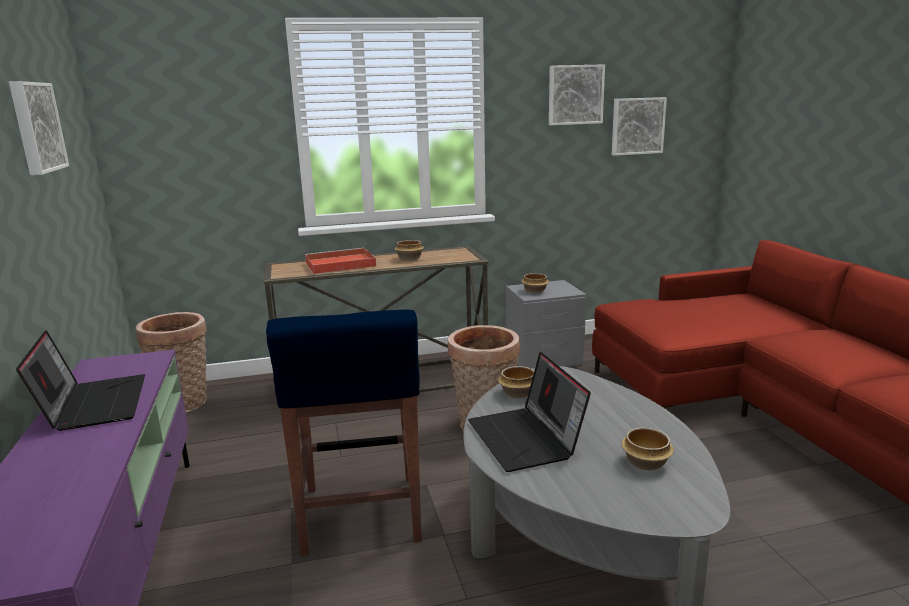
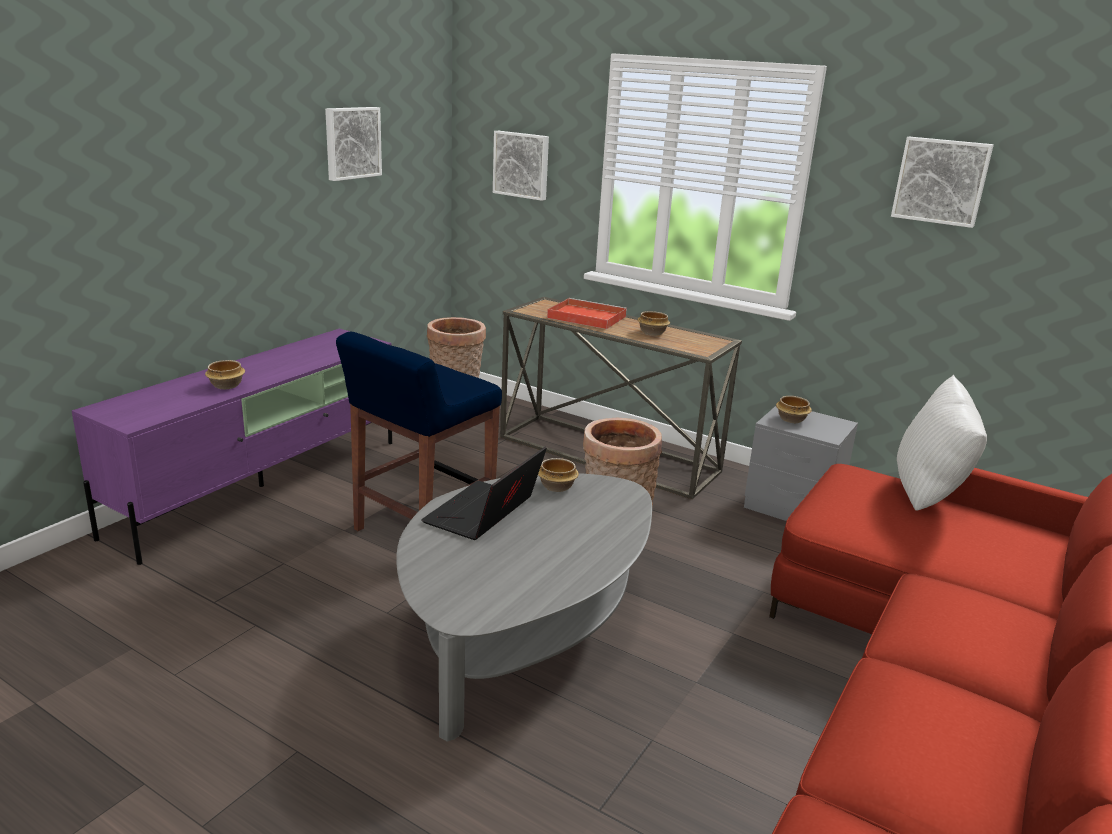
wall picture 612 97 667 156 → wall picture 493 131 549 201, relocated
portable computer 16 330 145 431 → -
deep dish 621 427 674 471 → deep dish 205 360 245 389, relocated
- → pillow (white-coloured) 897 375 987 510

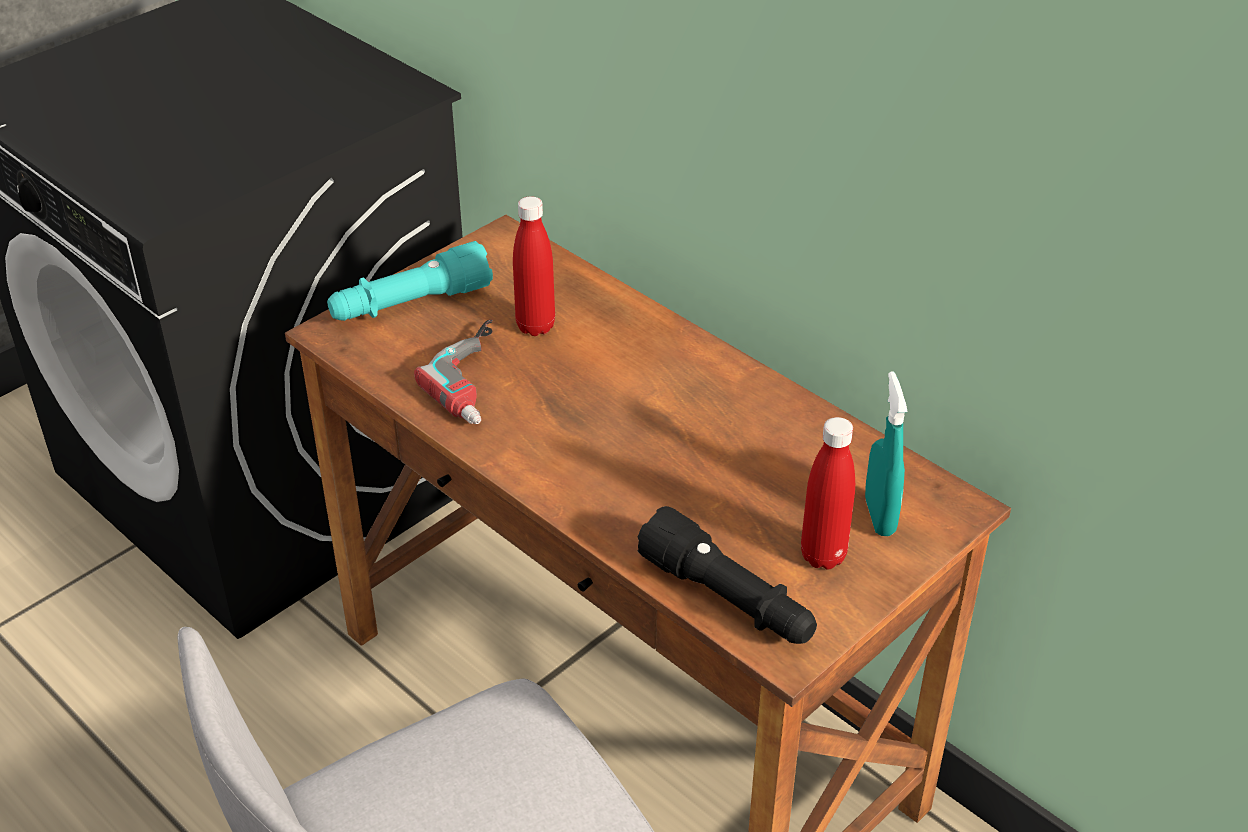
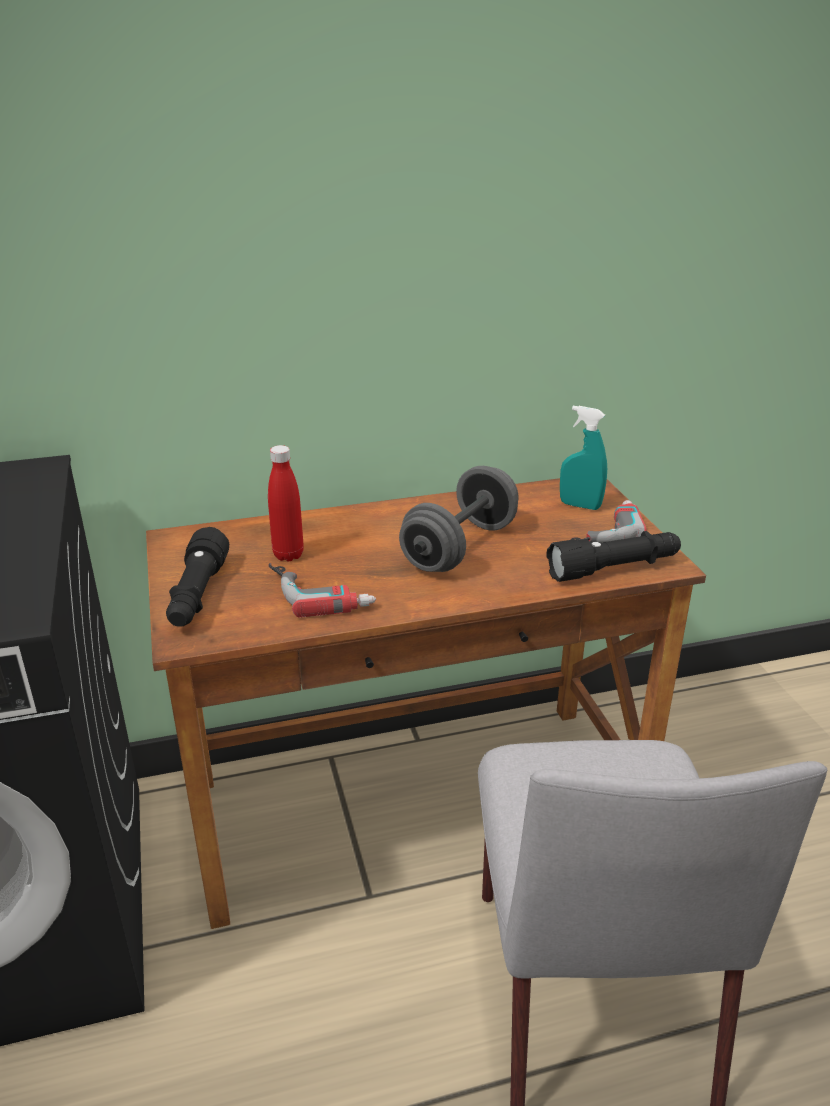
flashlight (turquoise) 327 241 493 321 → flashlight (black) 166 527 229 627
bottle (red-coloured) 801 417 855 570 → drill 571 500 647 543
- → free weight (grey) 399 466 518 572

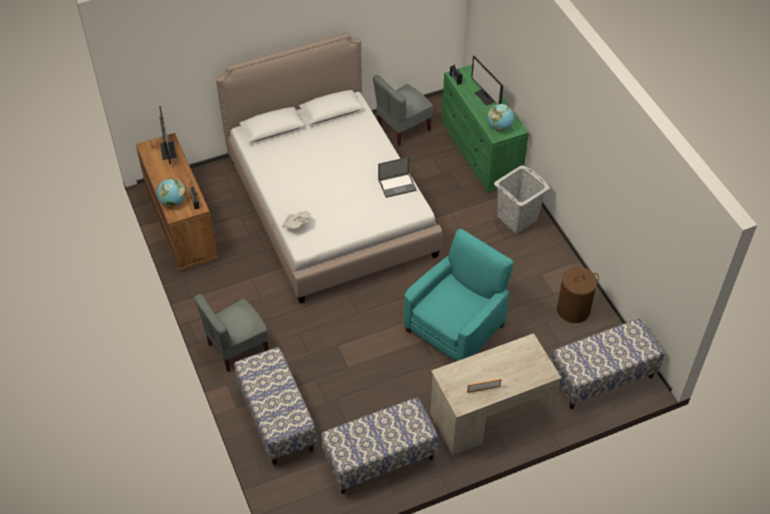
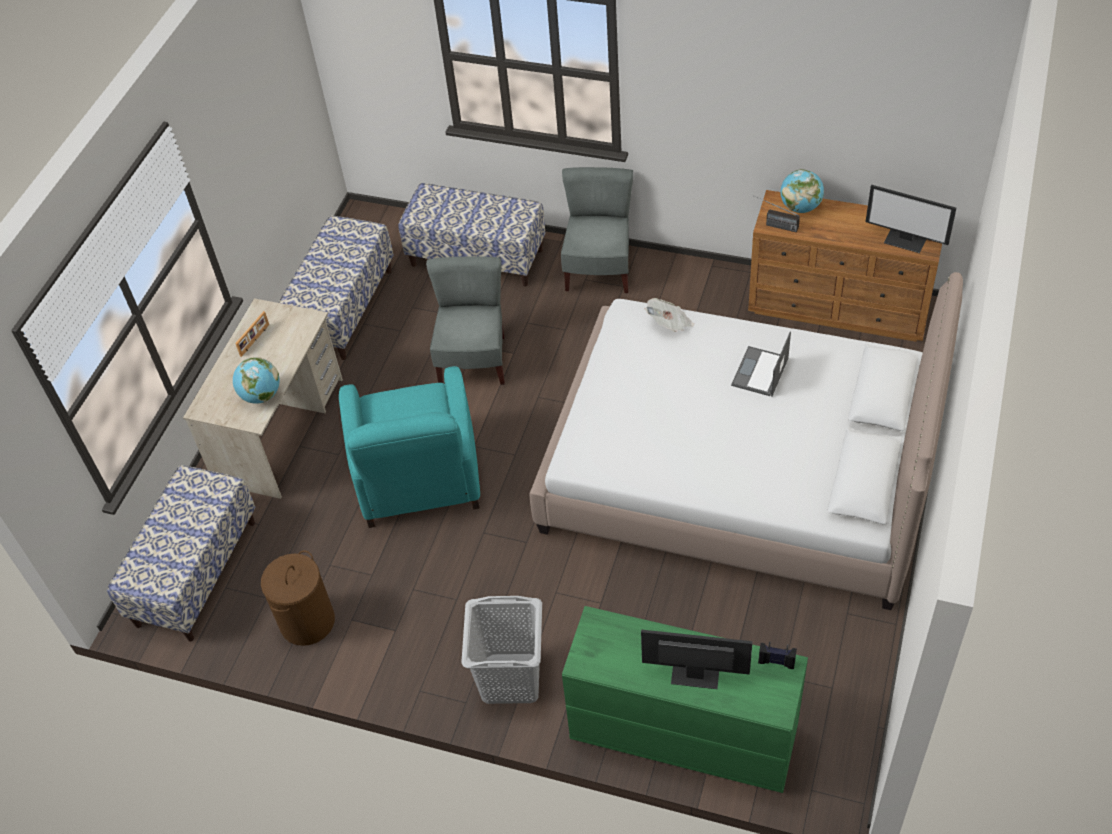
plain chair (grey) 373 75 433 146 → plain chair (grey) 426 256 505 385, relocated
world globe 487 104 514 131 → world globe 233 357 280 404, relocated
portable computer 378 157 417 198 → portable computer 731 331 791 397, relocated

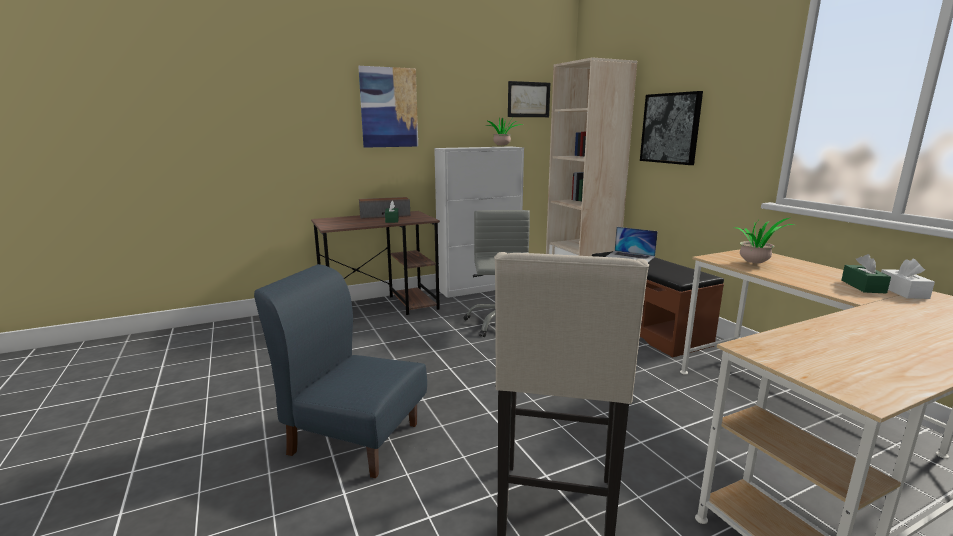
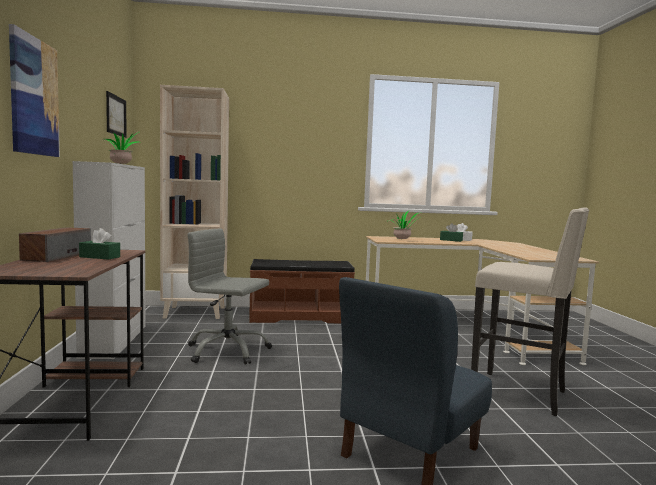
wall picture 640 91 703 165 → -
portable computer 606 227 658 262 → -

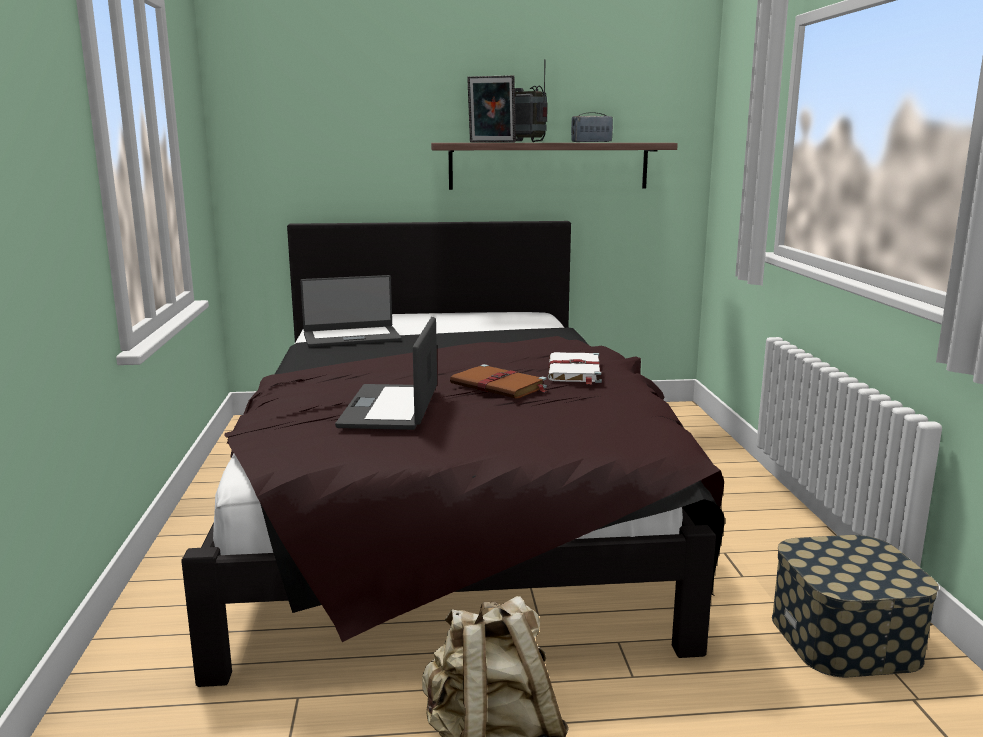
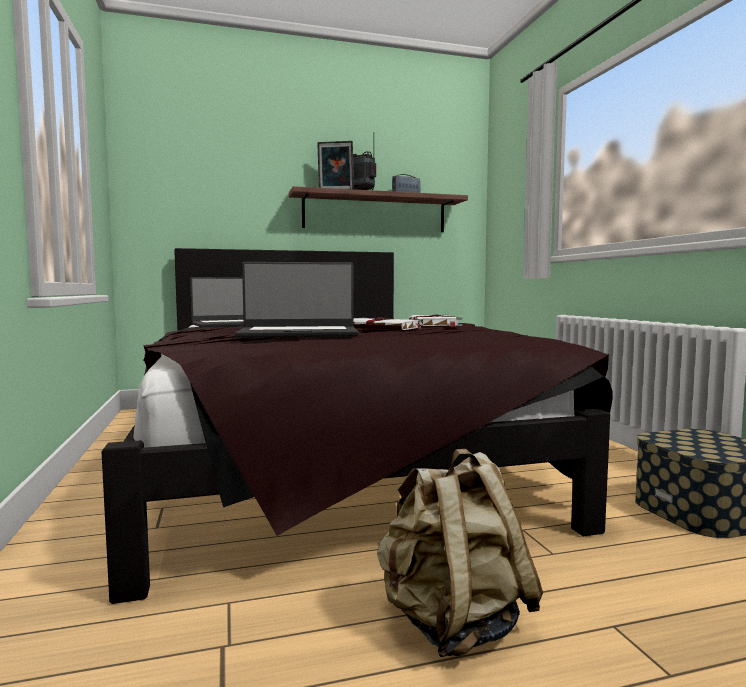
portable computer 335 317 437 430 → portable computer 235 262 359 338, 90 degrees counterclockwise
bound book (brownish) 450 364 547 399 → bound book (white-coloured) 352 318 423 330

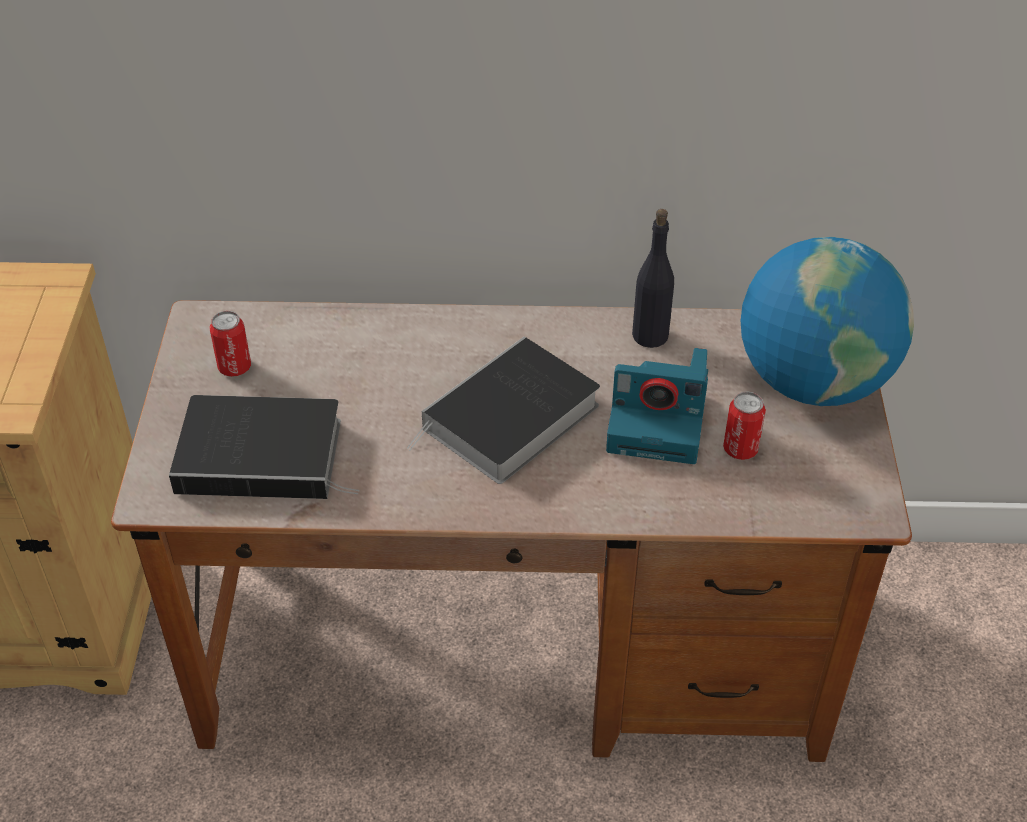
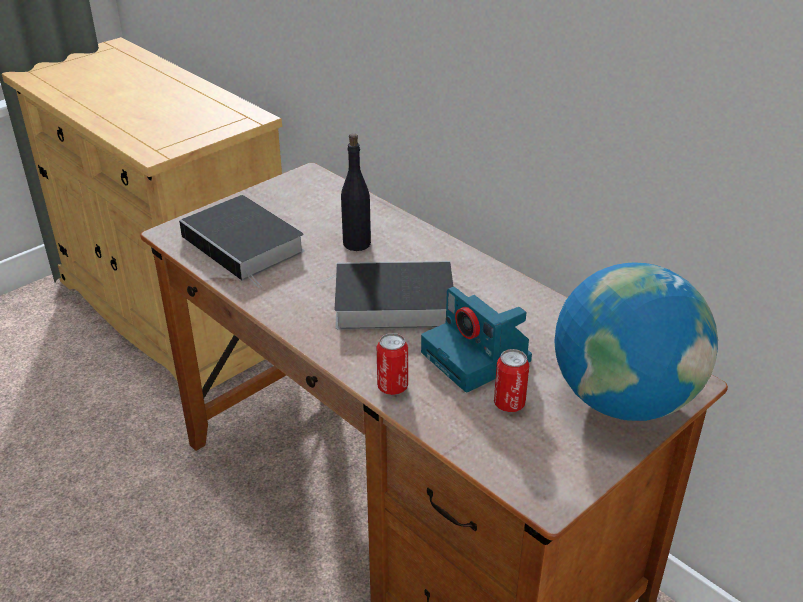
bottle (black) 632 209 674 348 → bottle (black) 341 133 371 251, relocated
sealed can 210 311 251 377 → sealed can 377 333 408 395, relocated

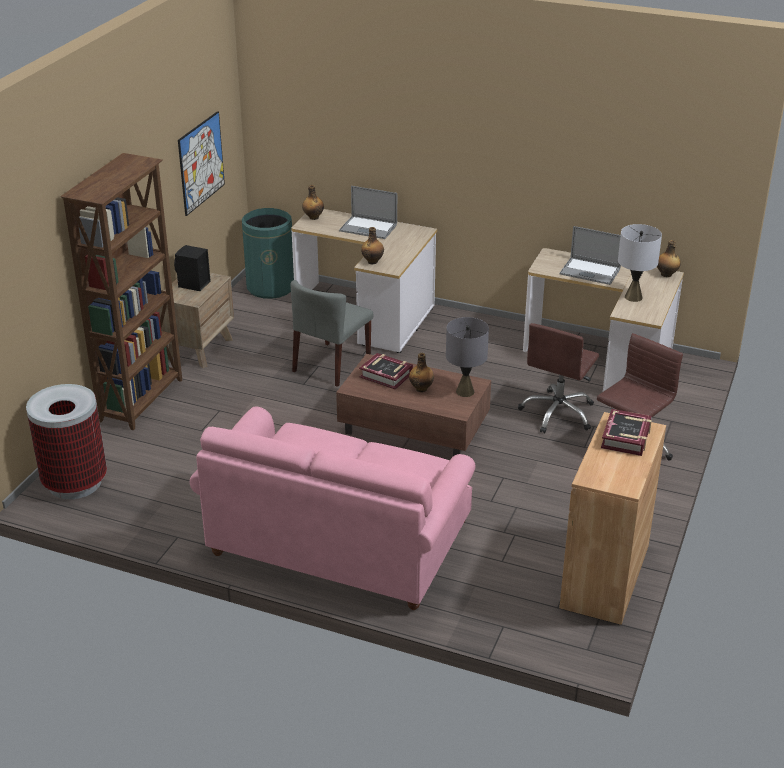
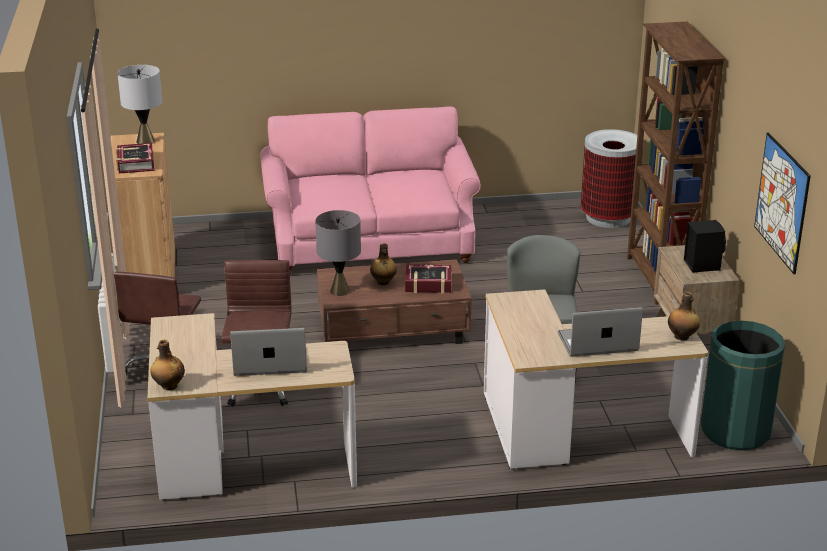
lamp for a table (grey) 618 224 662 302 → lamp for a table (grey) 117 65 162 144, relocated
bottle 361 227 384 264 → -

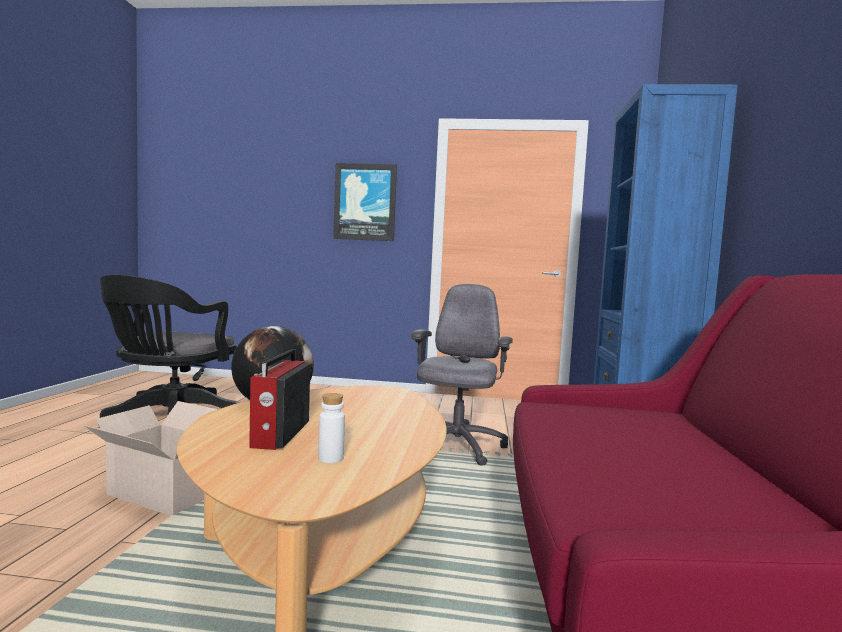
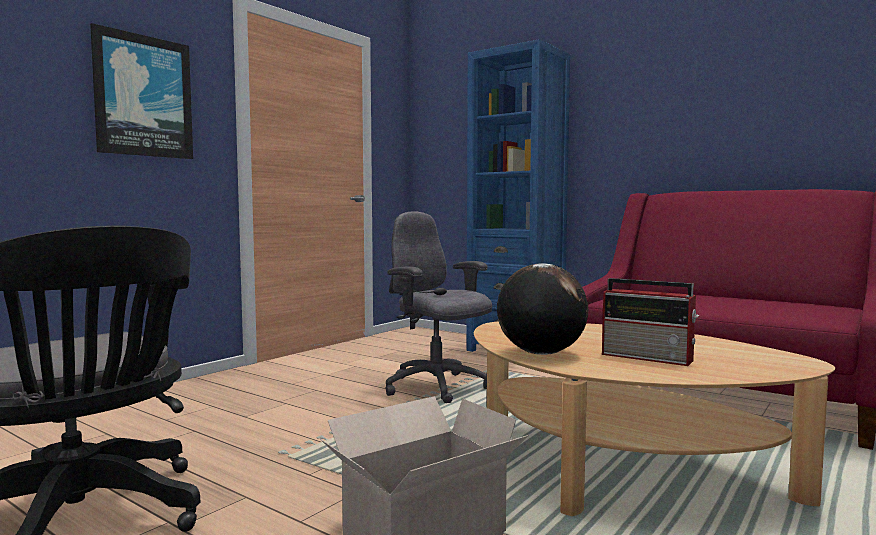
bottle (white-coloured) 318 393 345 463 → -

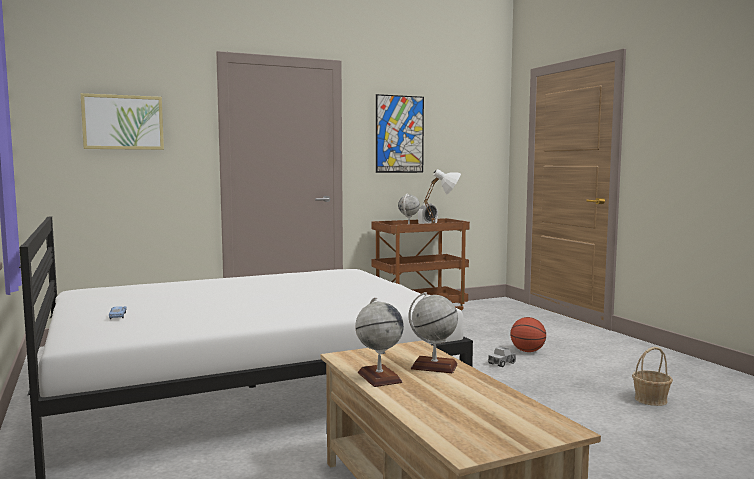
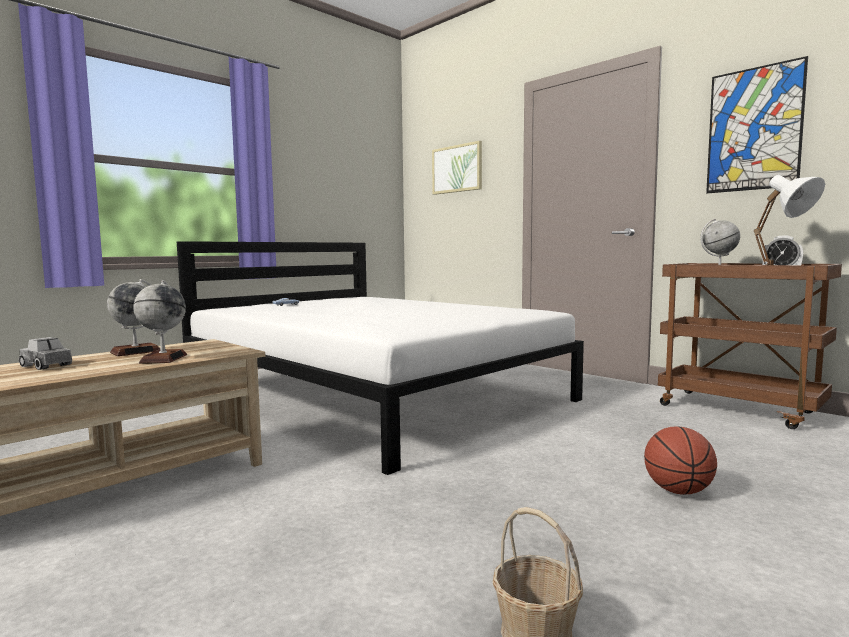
toy truck 488 347 516 367 → toy truck 19 337 72 370, relocated

